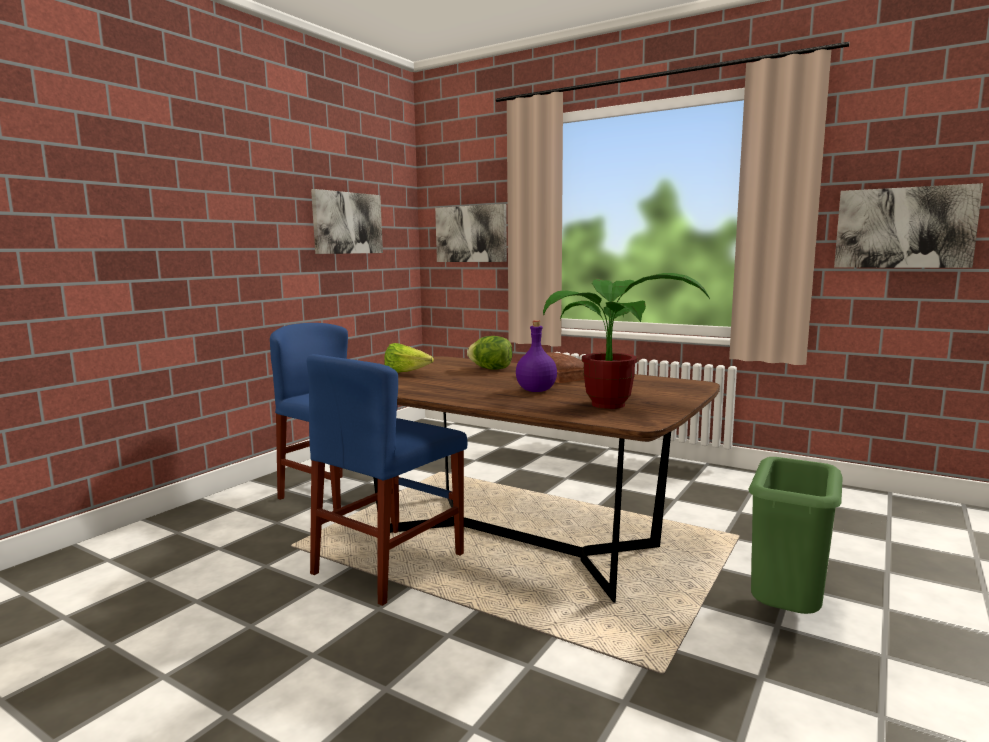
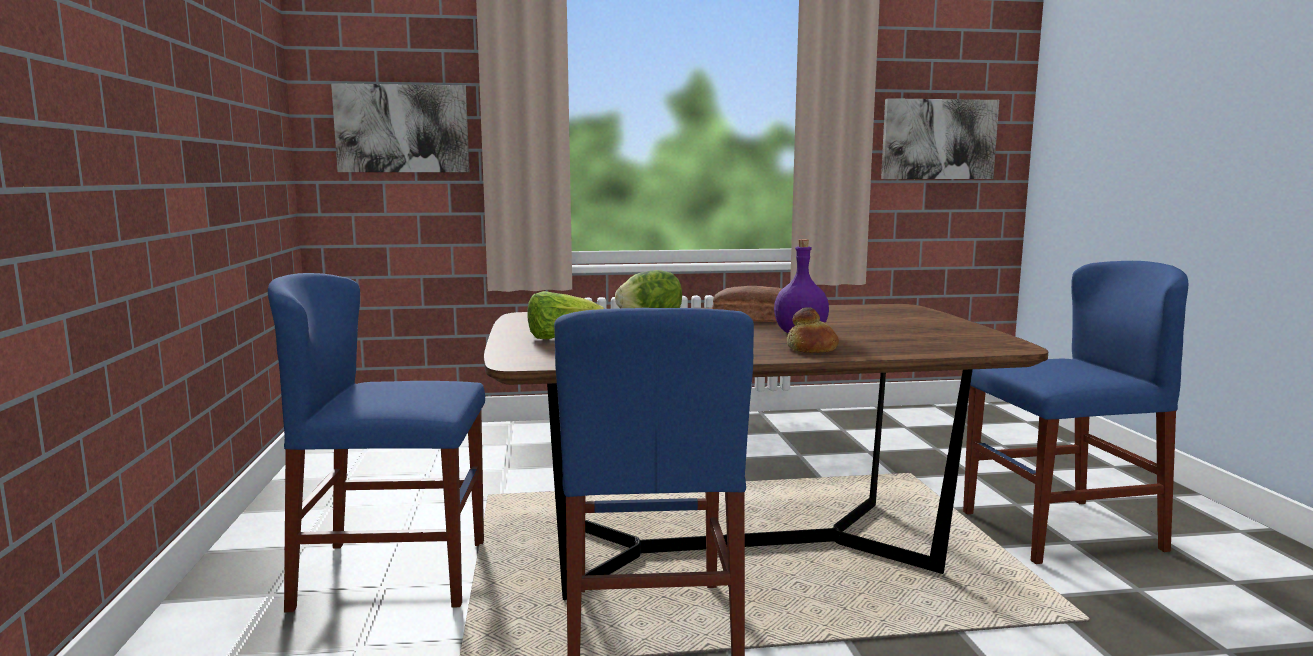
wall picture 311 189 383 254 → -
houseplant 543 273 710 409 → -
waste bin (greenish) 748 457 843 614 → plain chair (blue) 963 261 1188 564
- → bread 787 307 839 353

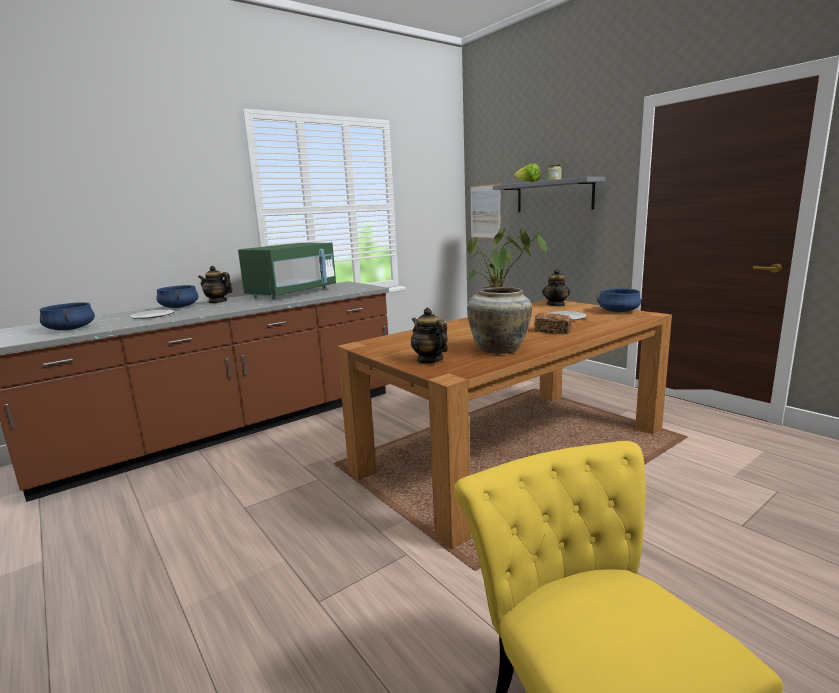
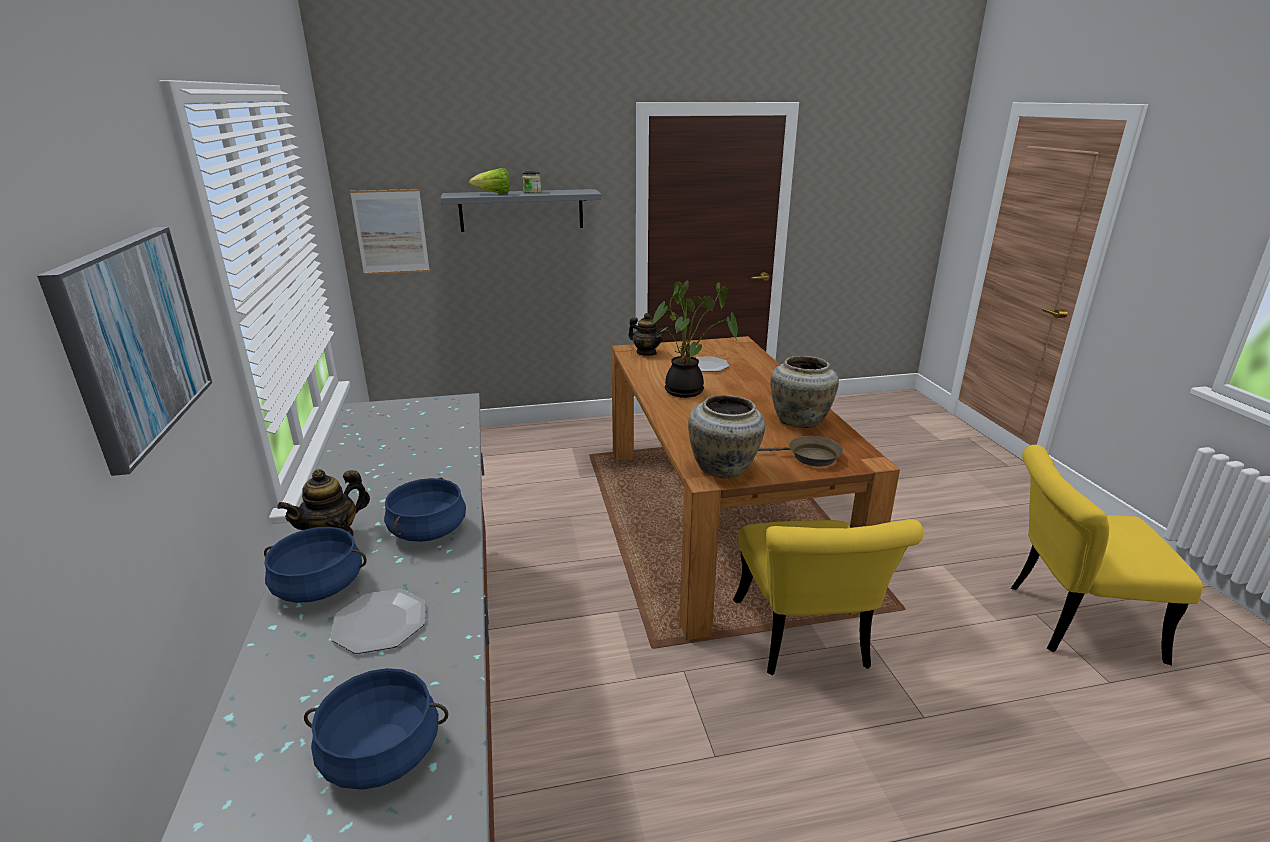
kitchen microwave (greenish) 238 243 336 299 → -
saucepot (blue) 596 288 641 312 → saucepot (blue) 384 477 466 542, relocated
tea pot 411 308 448 364 → frying pan (brownish) 758 436 843 467
bread 534 313 572 334 → -
- → wall picture 37 227 212 476
- → vase (sand-coloured) 688 395 765 478
- → plain chair (yellowish) 733 519 923 676

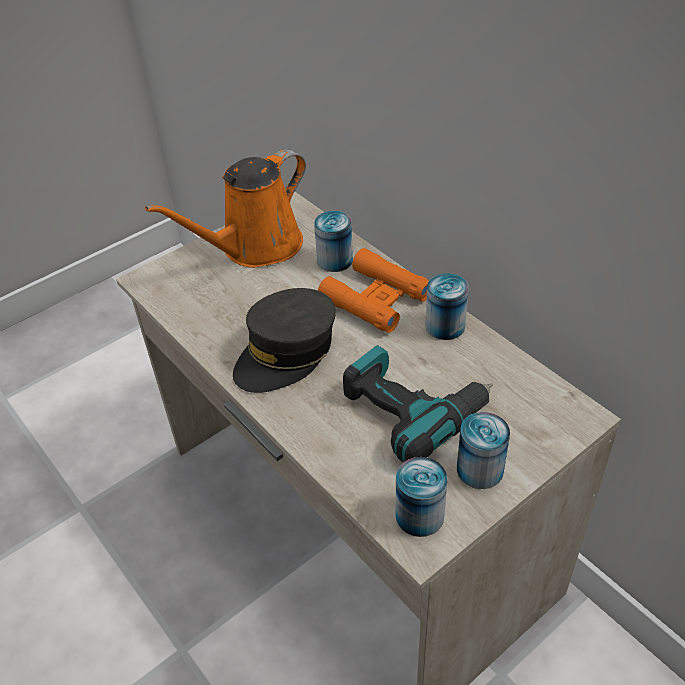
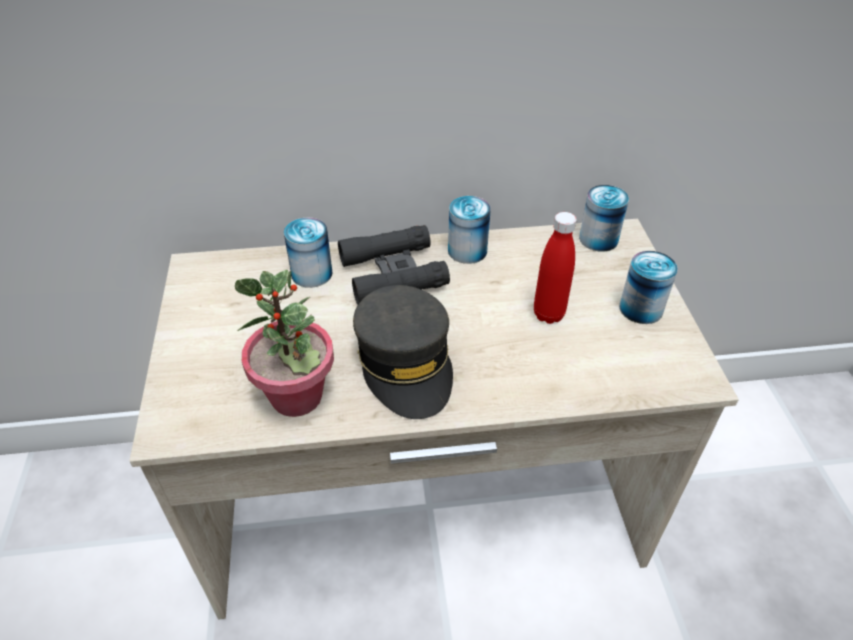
watering pot (orangey) 145 149 306 268 → -
binoculars (orangey) 318 248 429 333 → binoculars (black) 338 225 450 305
drill 343 345 493 462 → bottle (red-coloured) 534 212 576 324
sealed can 396 457 447 537 → sealed can 579 185 629 252, relocated
- → houseplant 235 270 334 417

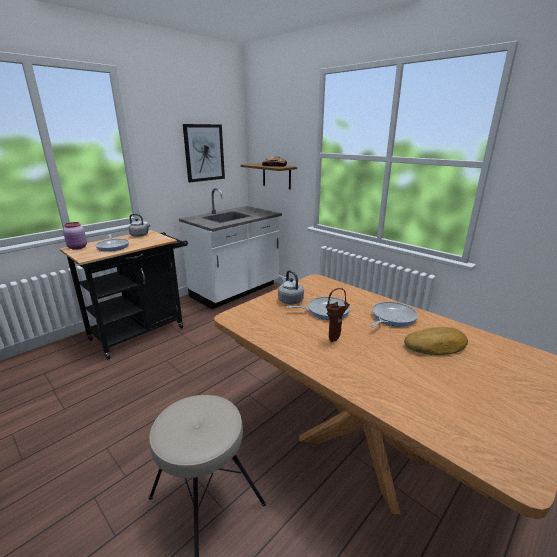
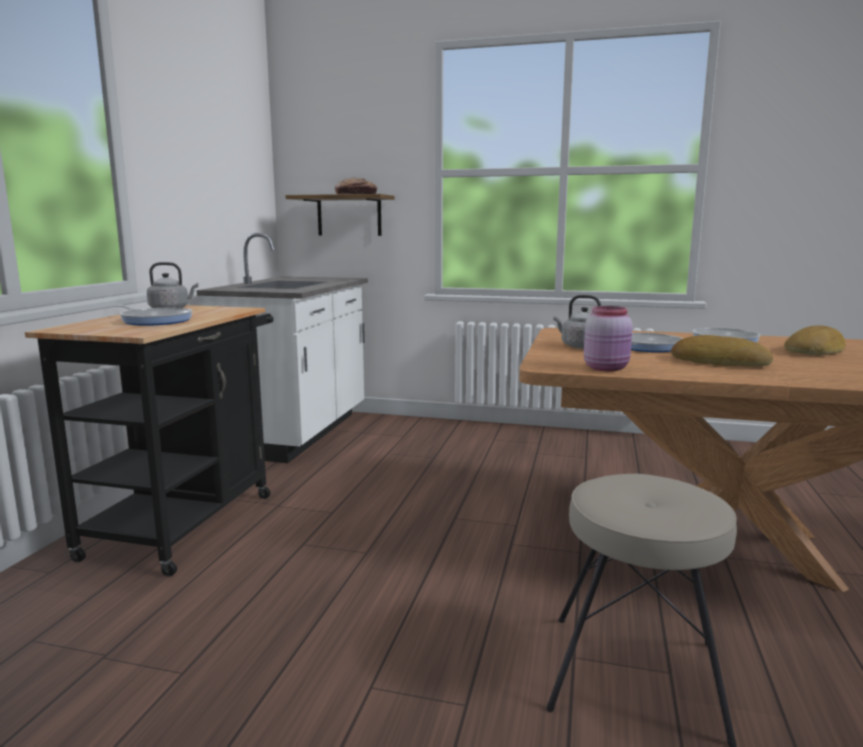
wall picture 183 124 225 182 → -
storage jar (pink) 63 222 87 250 → storage jar (pink) 584 306 633 372, relocated
vase (brownish) 326 288 350 342 → bread 671 335 773 367

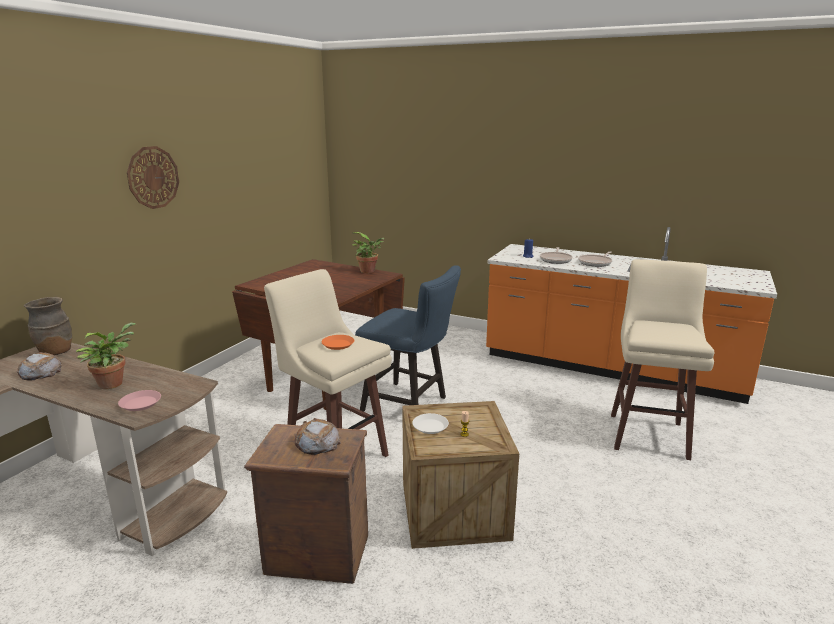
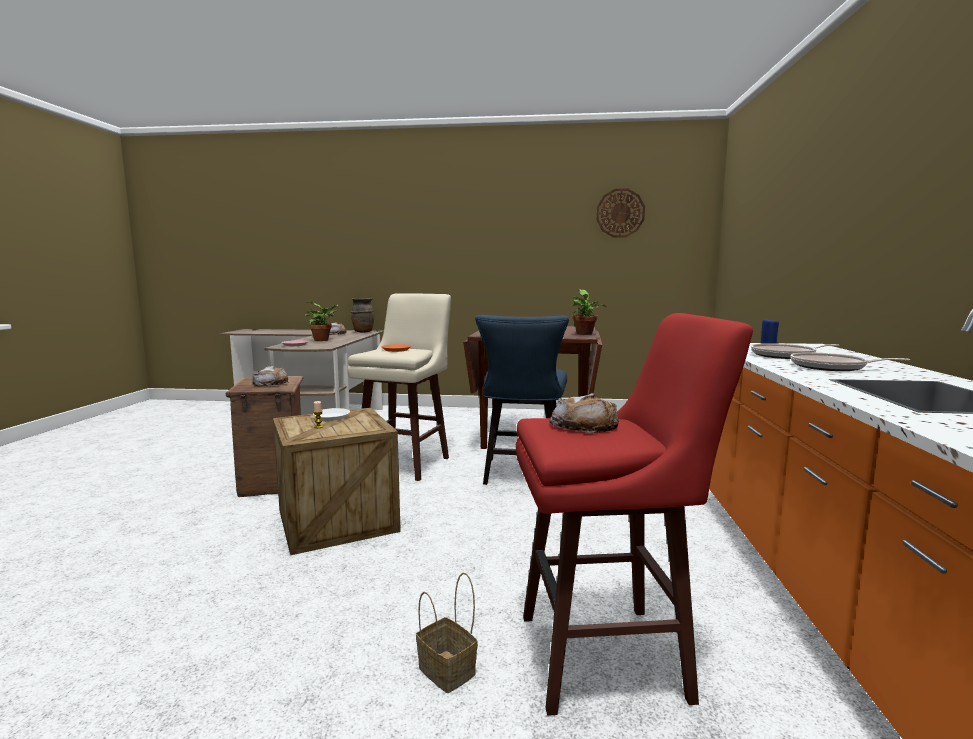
hanging clock 127 146 179 209 → hanging clock 596 189 645 238, relocated
stool (sand-coloured) 611 259 714 460 → stool (red-coloured) 516 313 753 716
- → bread 549 393 619 433
- → basket 416 573 478 693

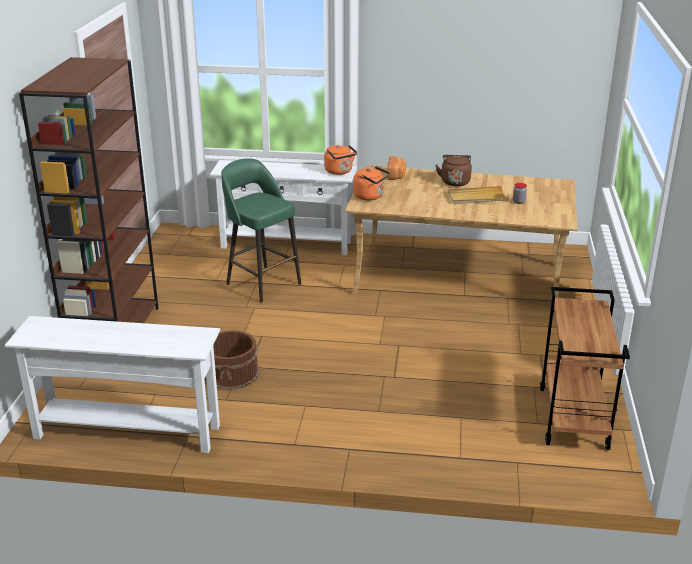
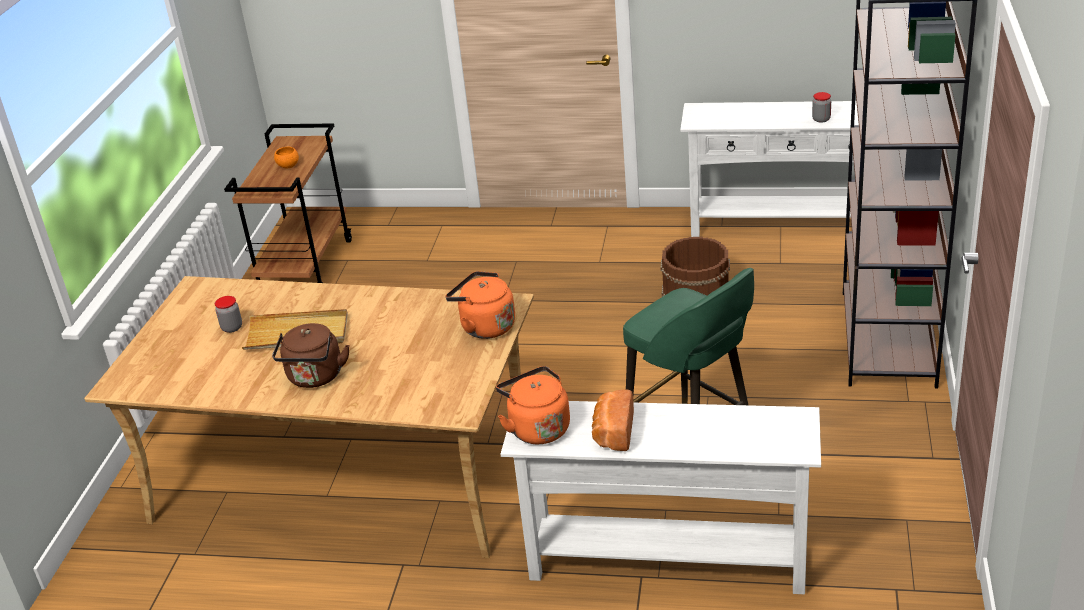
bread 387 156 406 180 → bread 592 389 634 451, relocated
- → storage jar 812 92 831 123
- → deep dish (orangey) 274 147 299 168

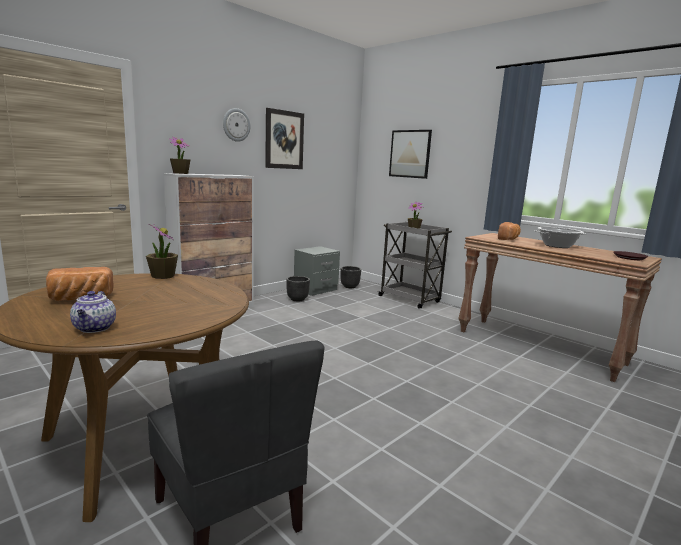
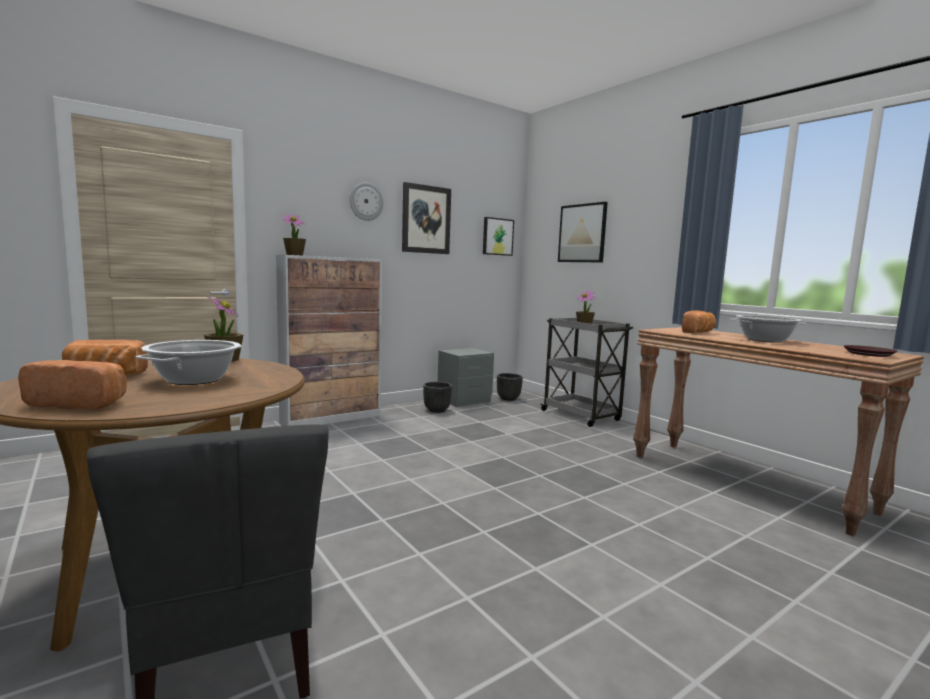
tea pot 70 291 116 333 → bread 18 360 127 410
- → wall picture 483 217 514 256
- → saucepot 136 340 242 385

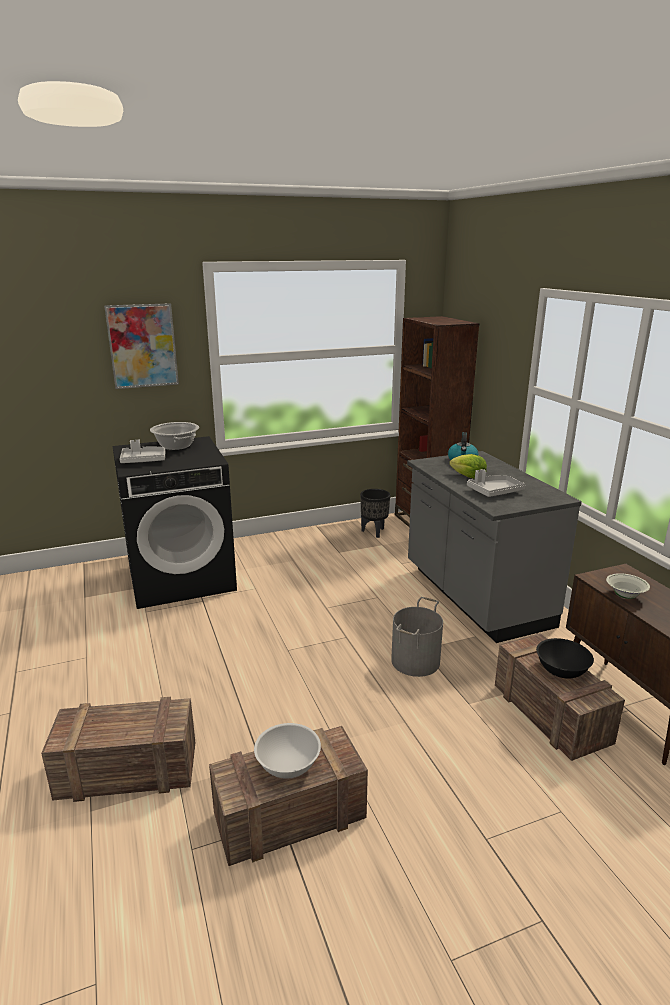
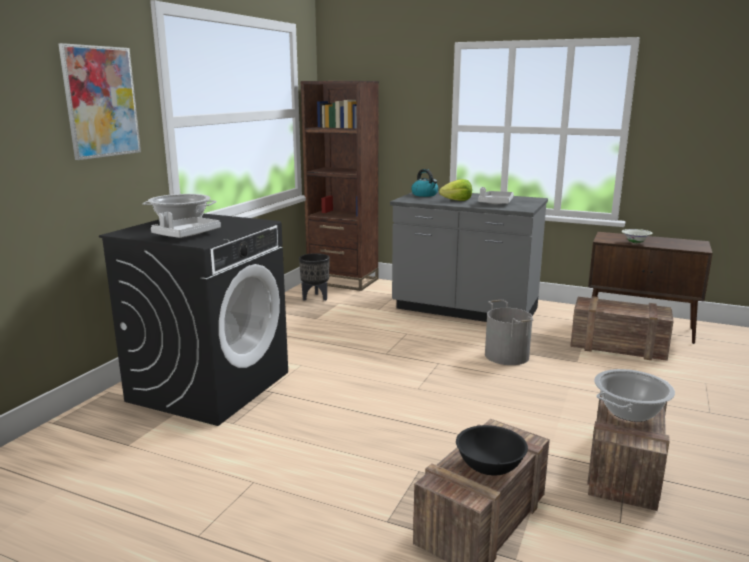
deep dish (black) 536 638 594 679 → deep dish (black) 456 425 528 476, relocated
deep dish (white-coloured) 254 723 321 779 → saucepot 594 369 675 422

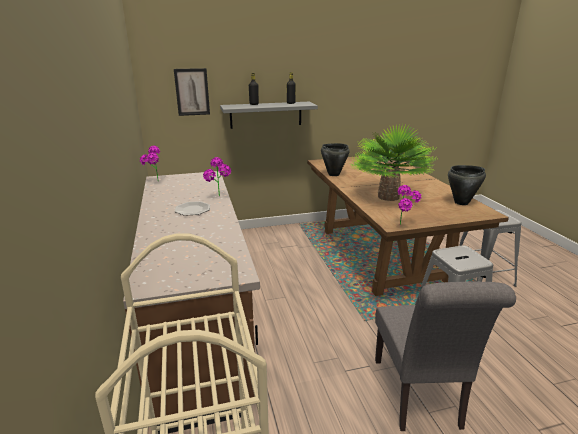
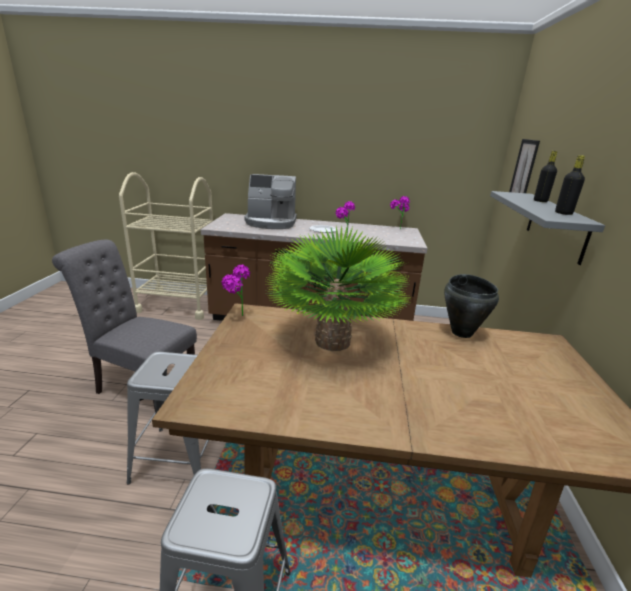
saucepot (black) 448 165 486 205 → -
- → coffee machine 244 174 297 229

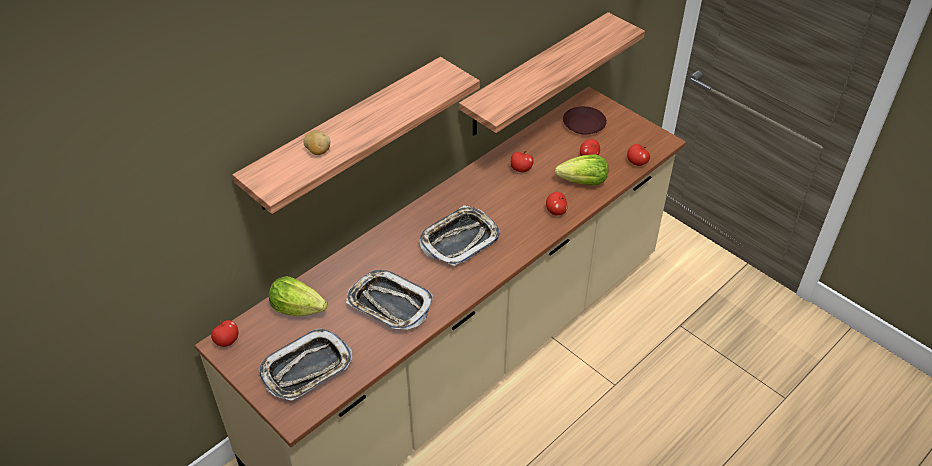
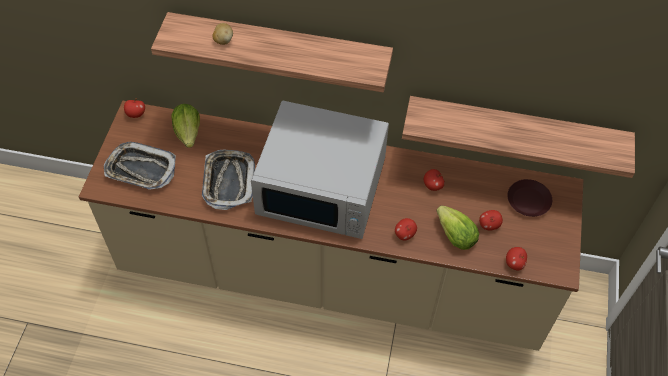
tray 419 205 500 266 → kitchen microwave (white-coloured) 251 101 389 239

